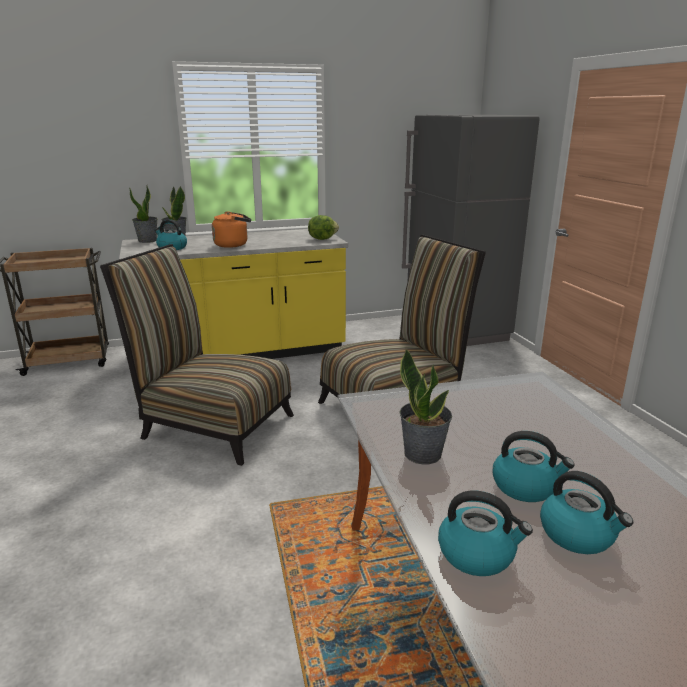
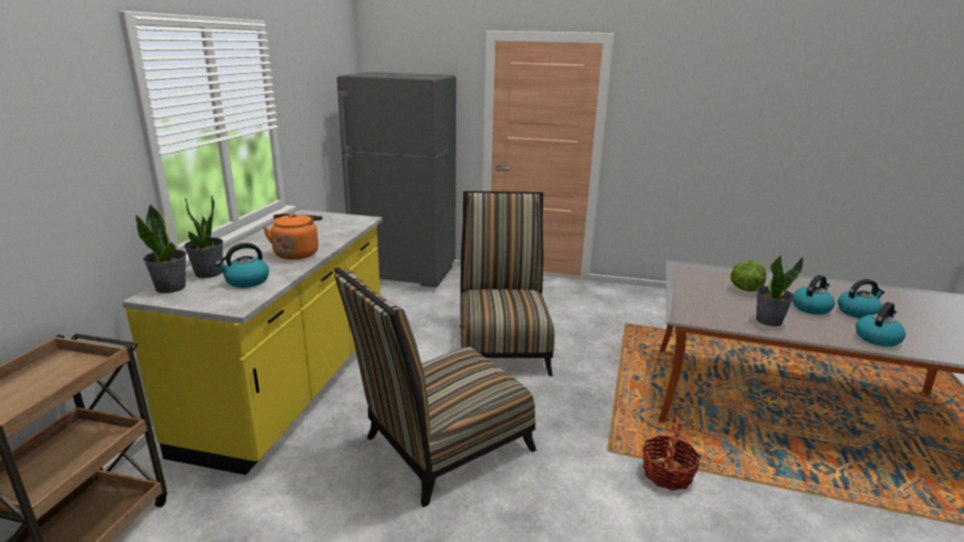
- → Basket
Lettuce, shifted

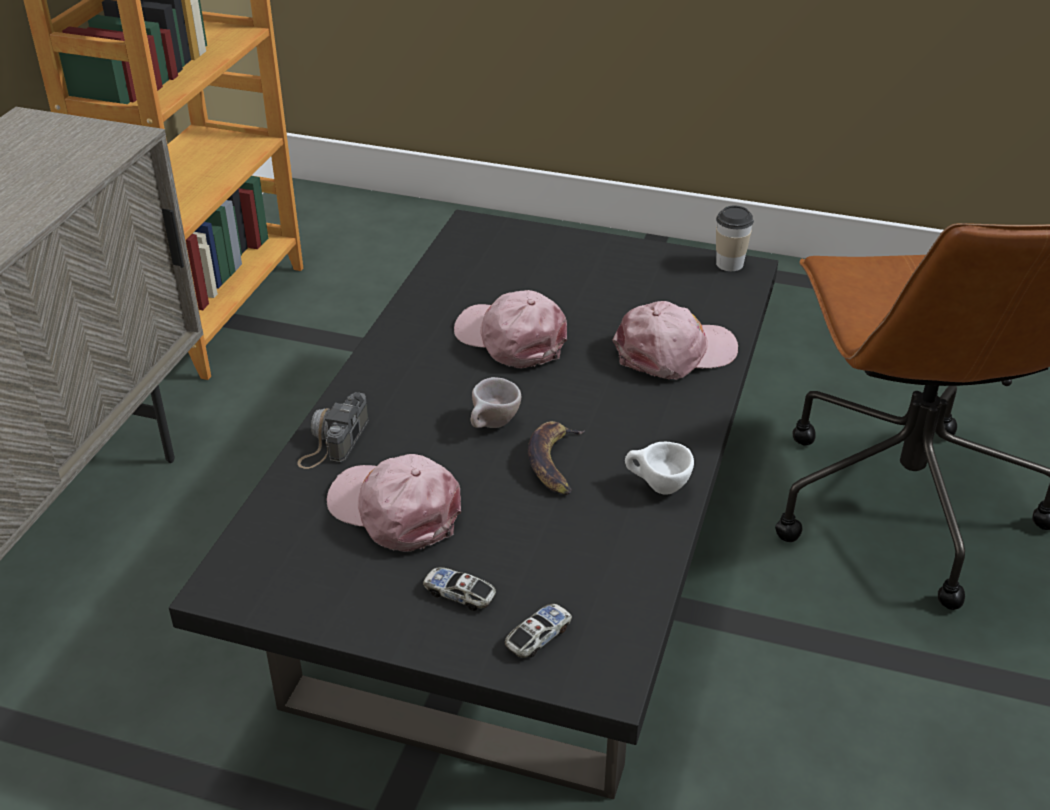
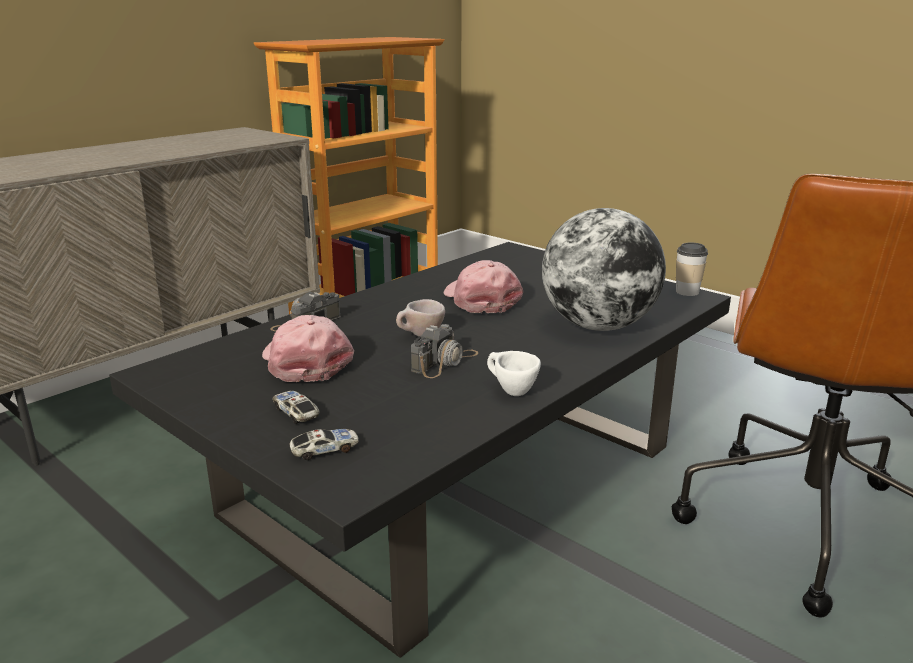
Banana → StillCamera (no. 2 from left)
PinkBaseballCap (no. 3 from left) → Globe

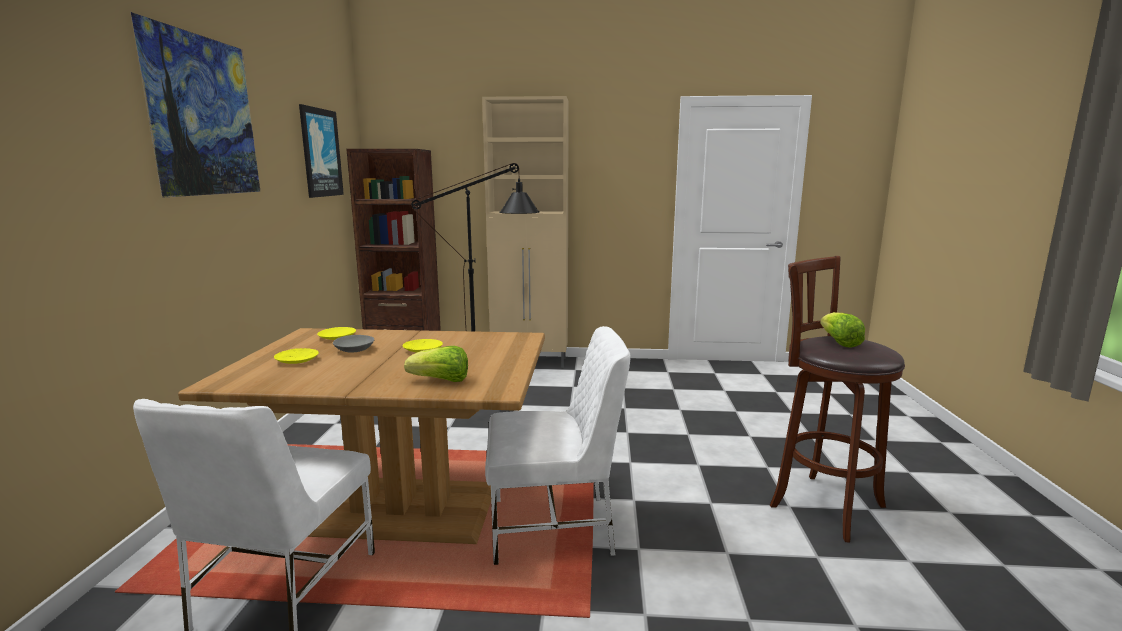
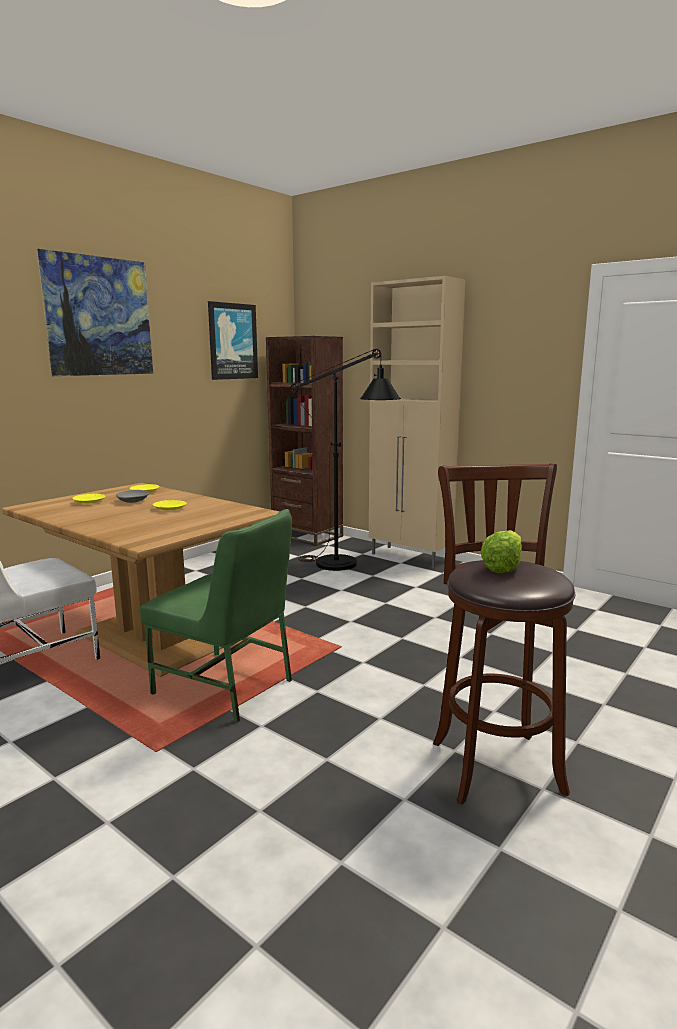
Lettuce (no. 1 from left) → -
WhiteColouredUprightChair (no. 2 from left) → GreenUprightChair

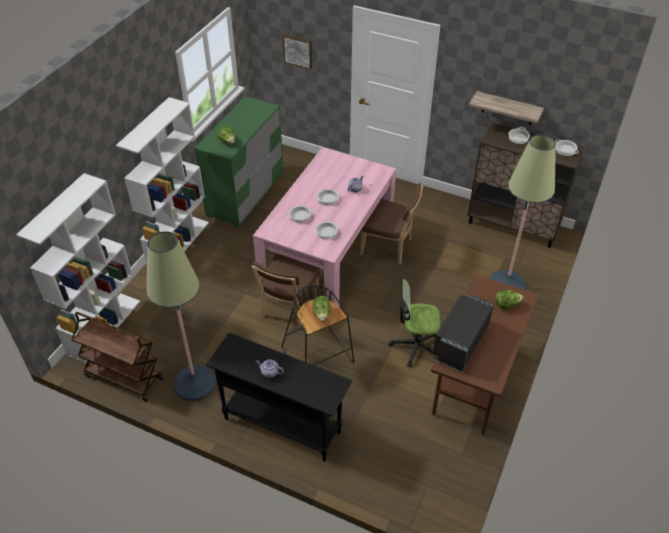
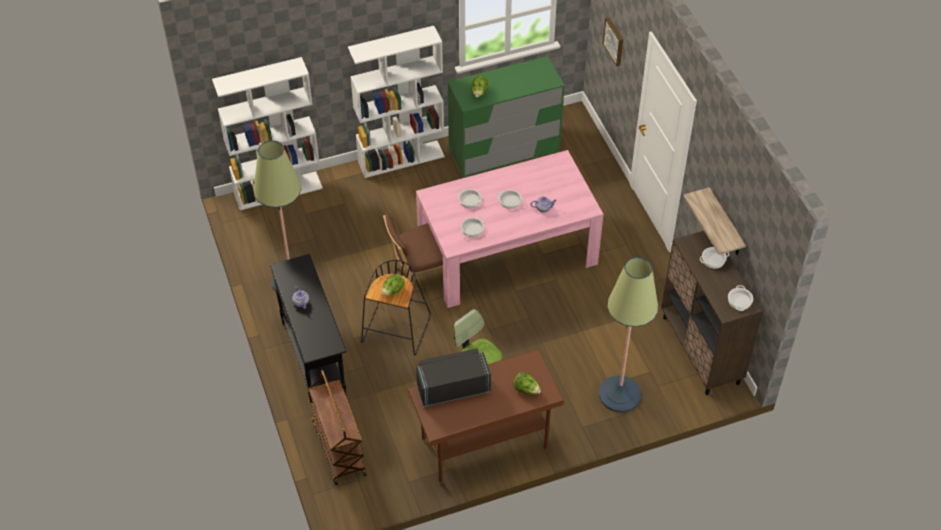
BrownishUprightChair (no. 2 from left) → -
BrownishWheeledCart, shifted

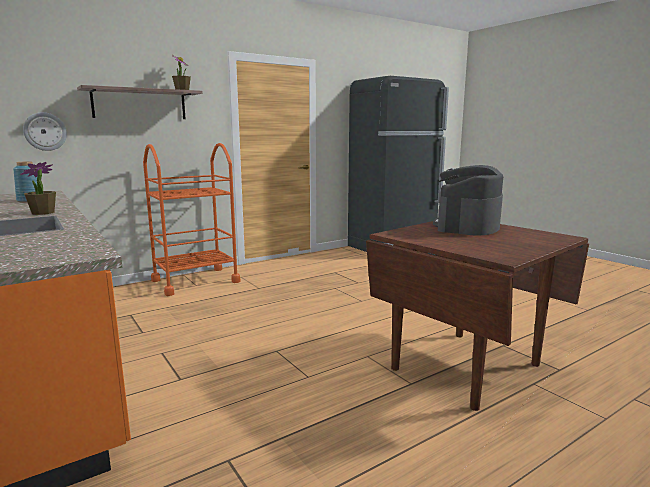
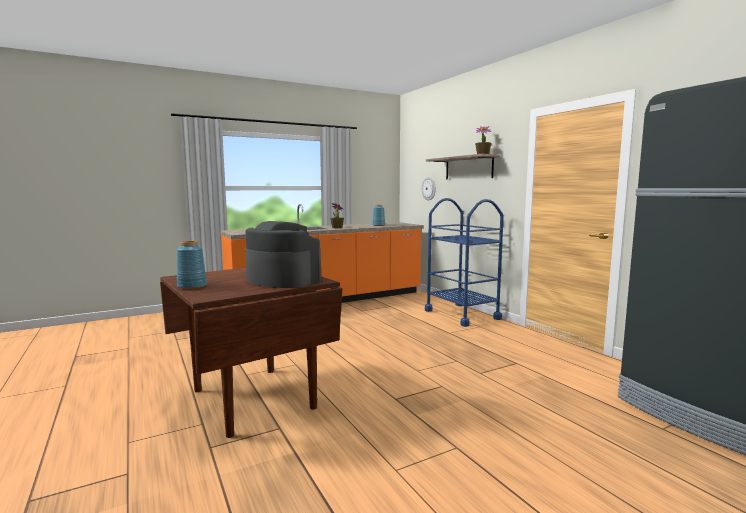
- → BlueVase (no. 1 from left)
OrangeColouredWheeledCart → BlueWheeledCart

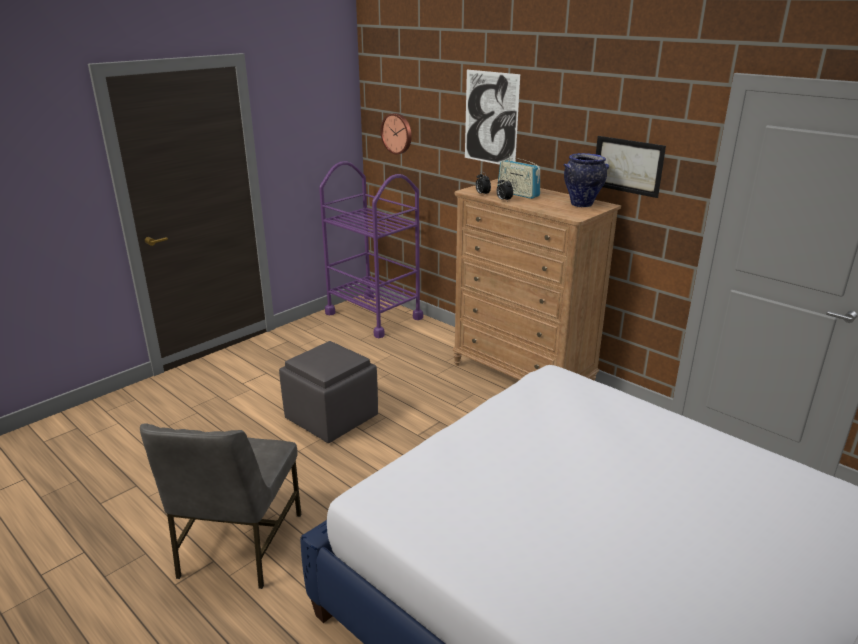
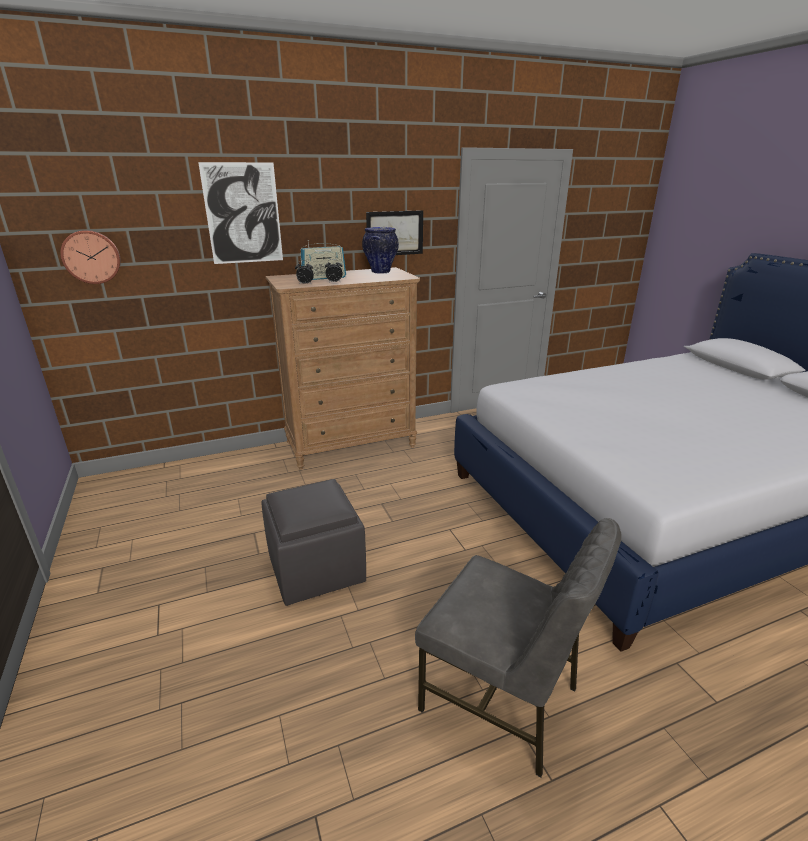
PurplishWheeledCart → -

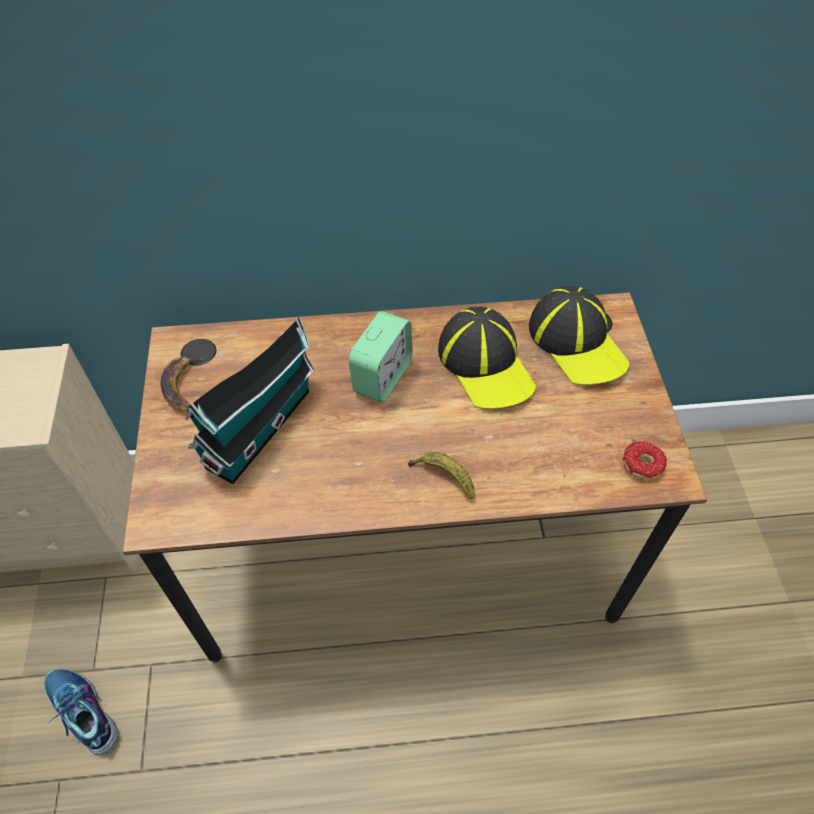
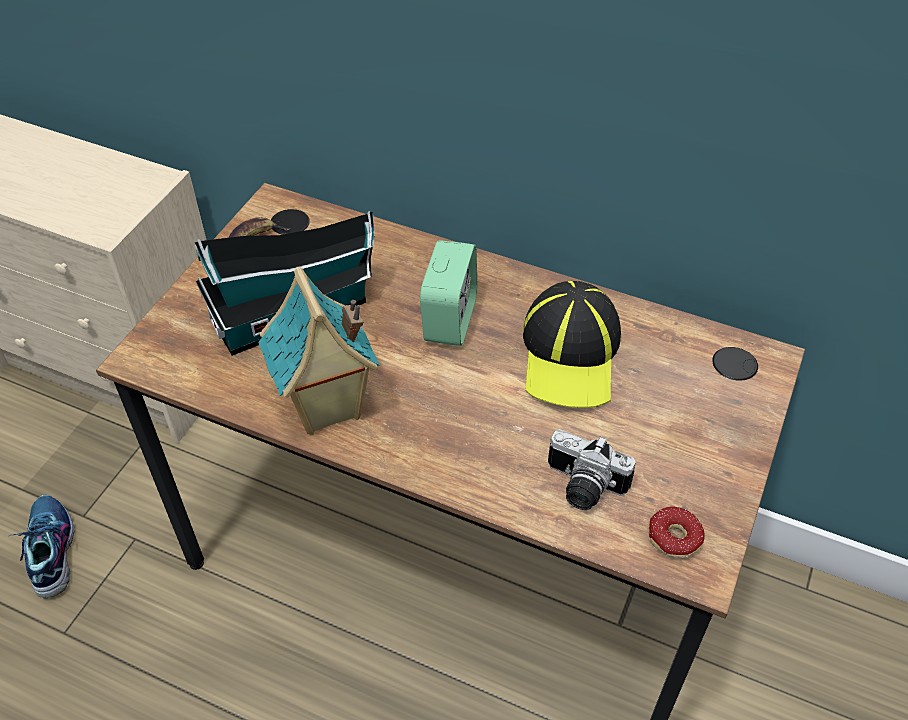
Banana (no. 2 from left) → -
BaseballCap (no. 2 from left) → -
- → ModelHouse (no. 2 from left)
- → StillCamera
AlarmClock, 45 degrees counterclockwise

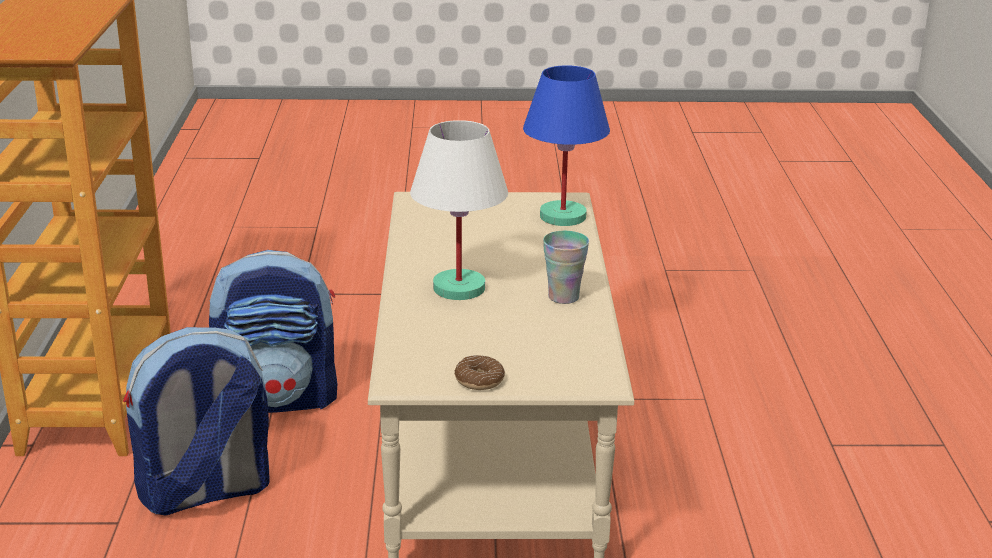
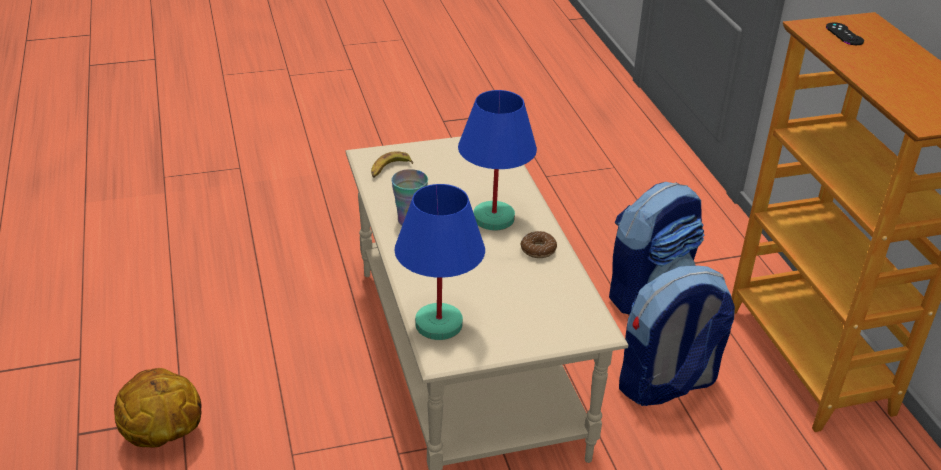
- → Basketball
- → Banana
- → BlackishGameController
RingDoughnut, shifted
WhiteColouredLampForATable → BlueLampForATable (no. 2 from left)

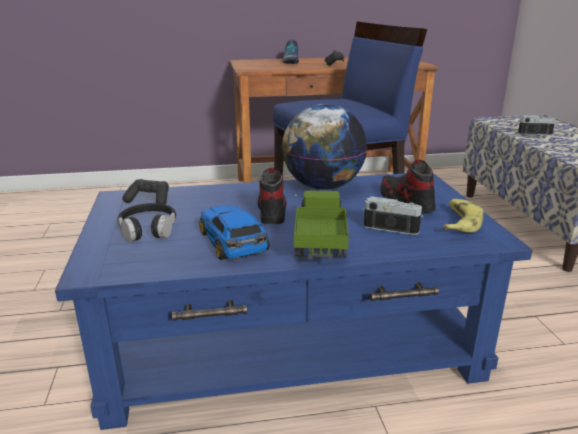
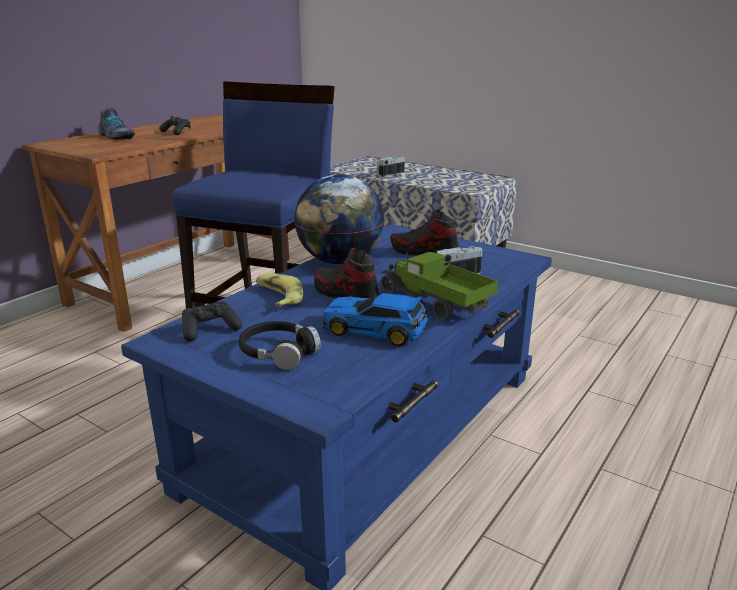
Banana, shifted

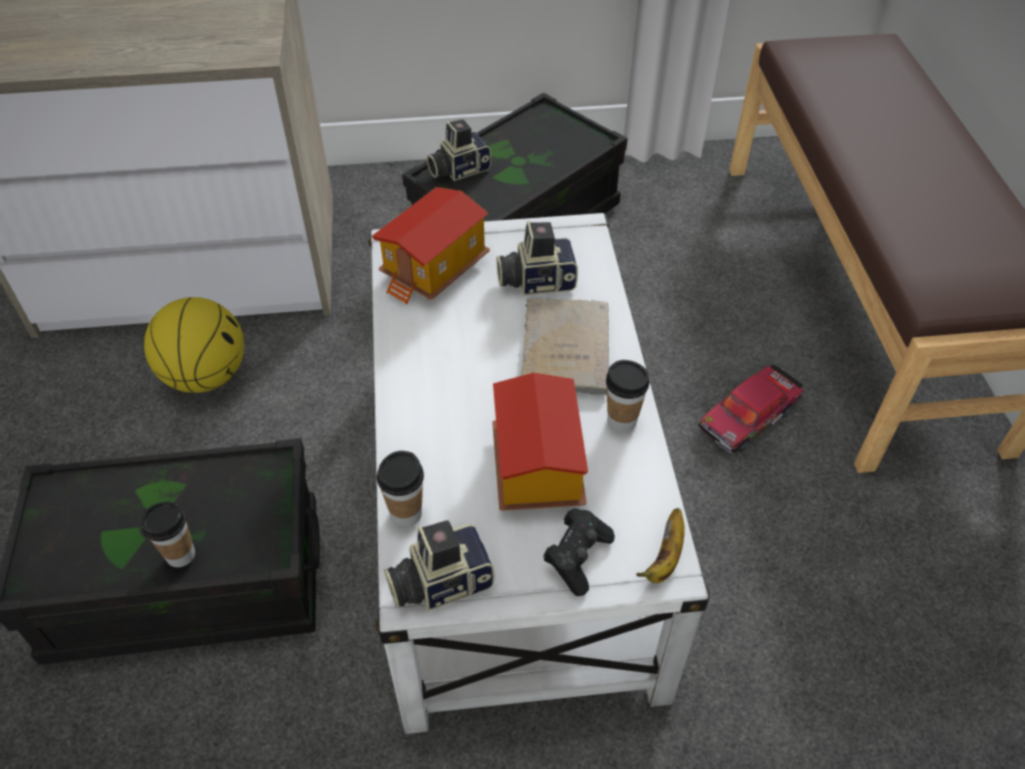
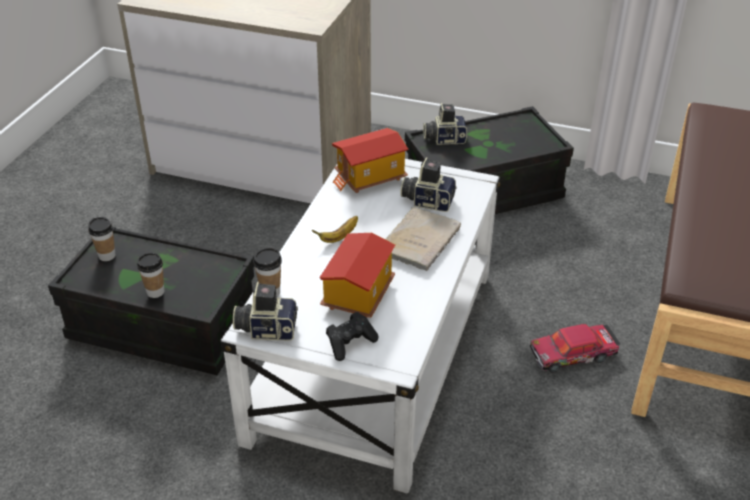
Basketball → -
DrinkingCup (no. 3 from left in the first image) → DrinkingCup (no. 1 from left), shifted
Banana, shifted

